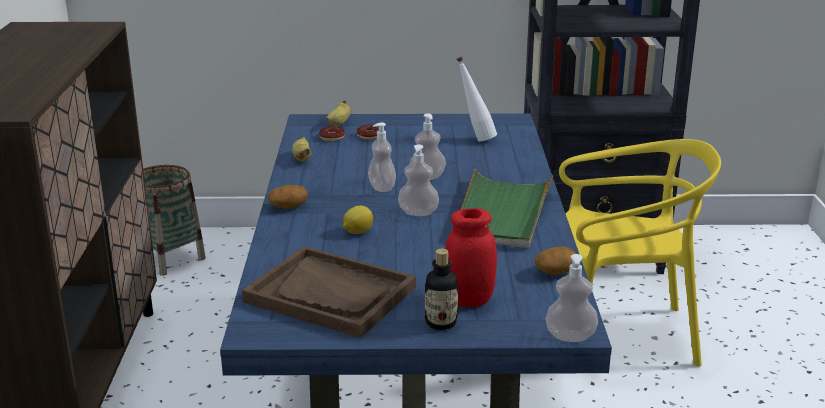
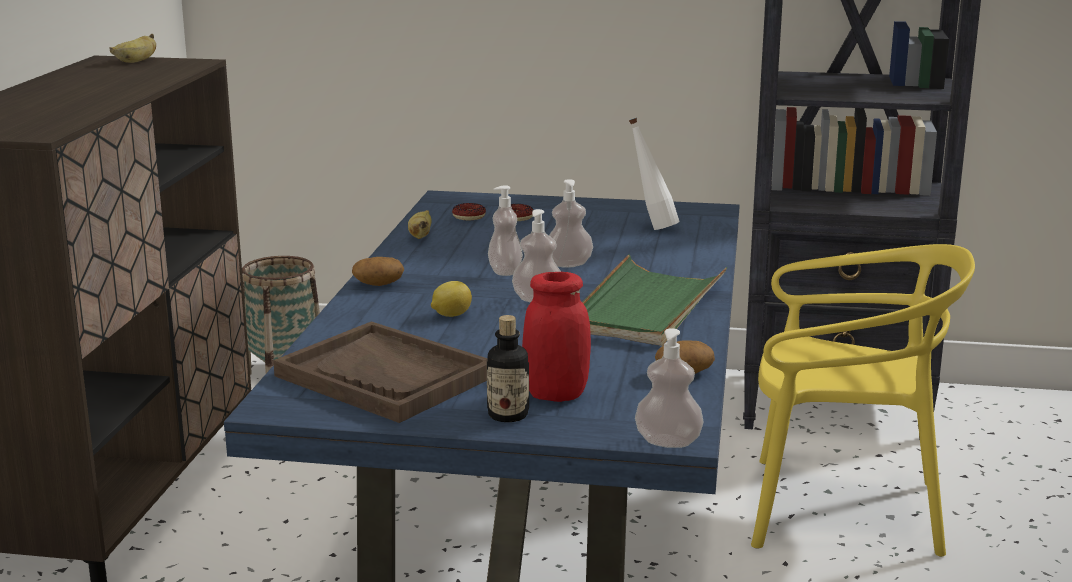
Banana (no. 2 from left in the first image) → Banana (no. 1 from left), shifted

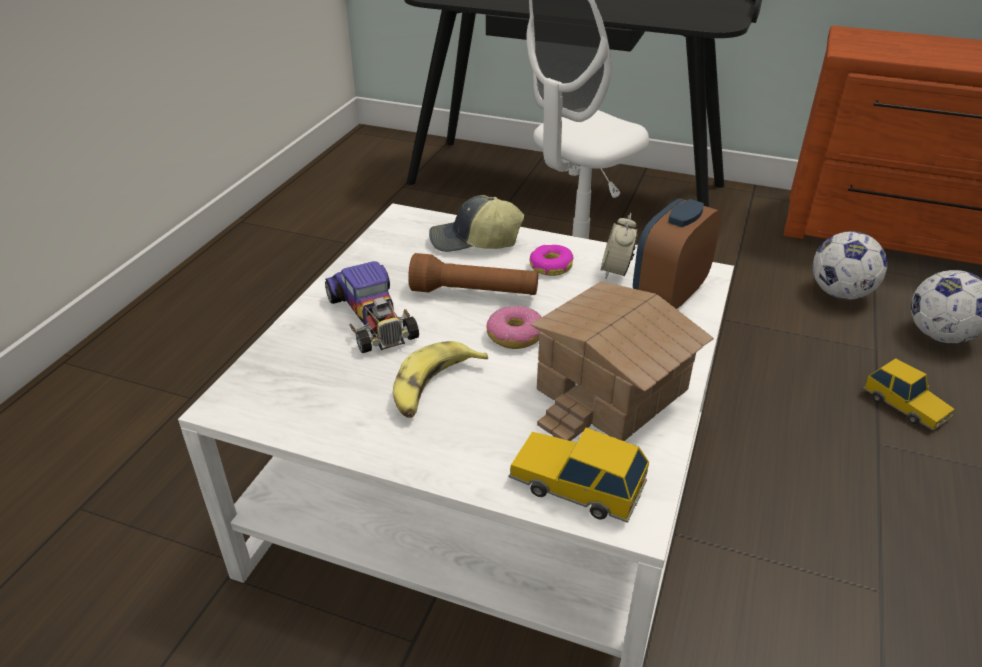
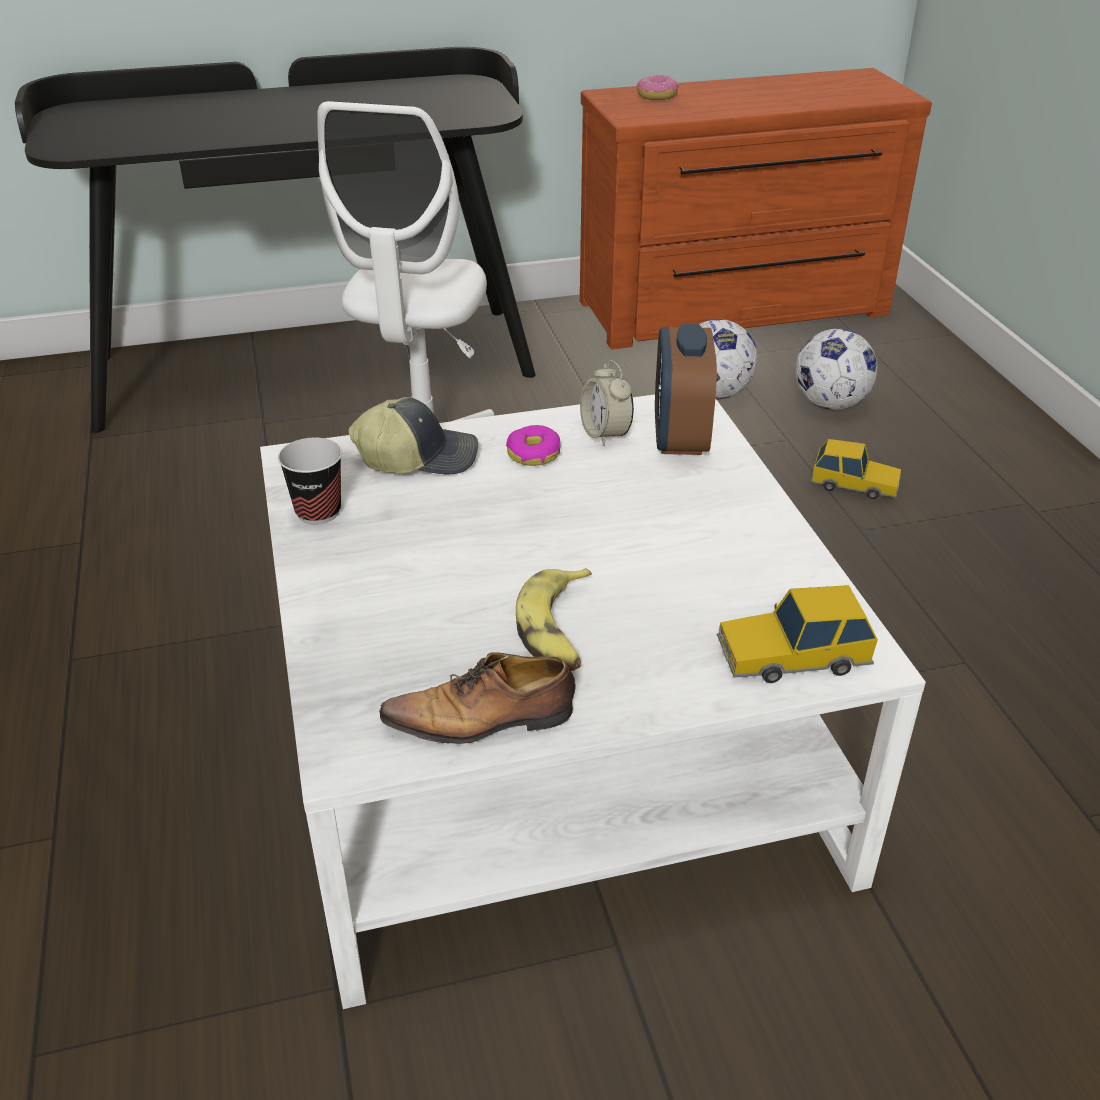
ToyCar (no. 1 from left) → -
BrownishTorch → -
ModelHouse → -
- → DrinkingCup
- → LowShoe
RingDoughnut (no. 1 from left in the first image) → RingDoughnut (no. 2 from left), shifted
BaseballCap, 150 degrees counterclockwise

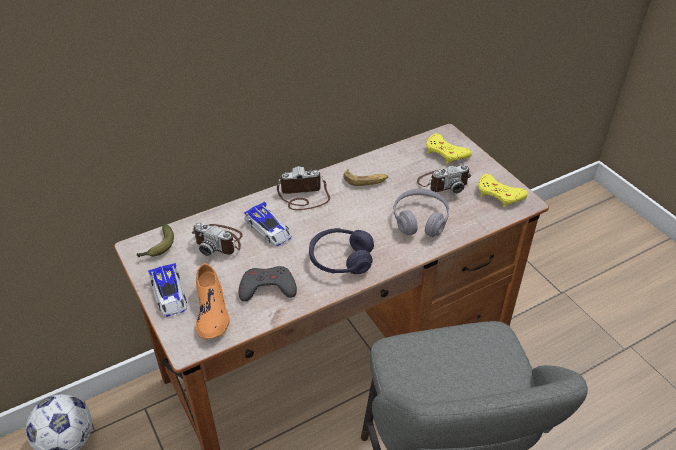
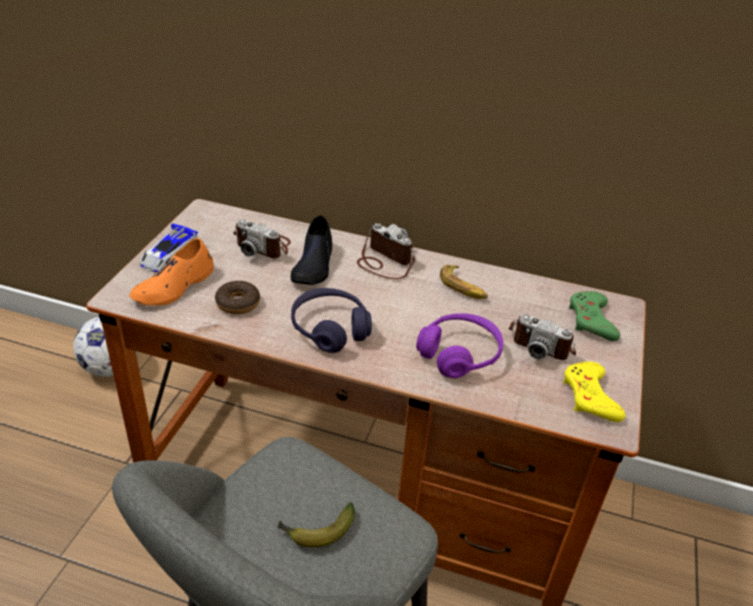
Banana (no. 1 from left), shifted
GreyishGameController → RingDoughnut
ToyCar (no. 2 from left) → BlackishLowShoe
GreyishHeadset → PurplishHeadset (no. 2 from left)
YellowishGameController (no. 1 from left) → GreenGameController
StillCamera (no. 1 from left), 45 degrees counterclockwise

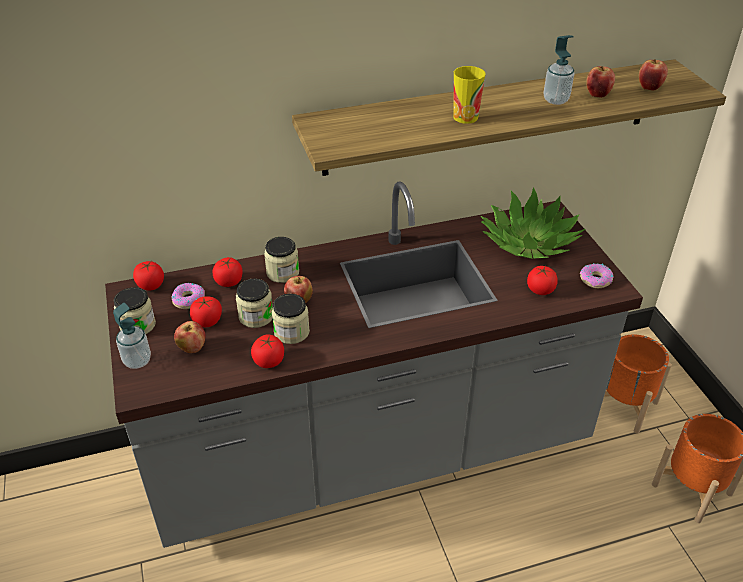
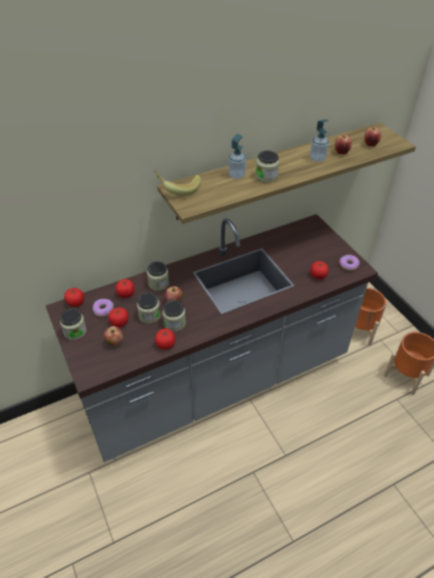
Houseplant → -
- → Banana
SoapBottle (no. 1 from left), shifted
DrinkingCup → PreserveJar (no. 5 from left)

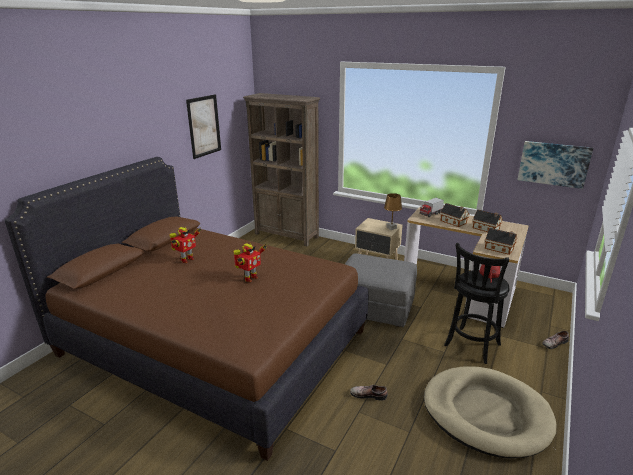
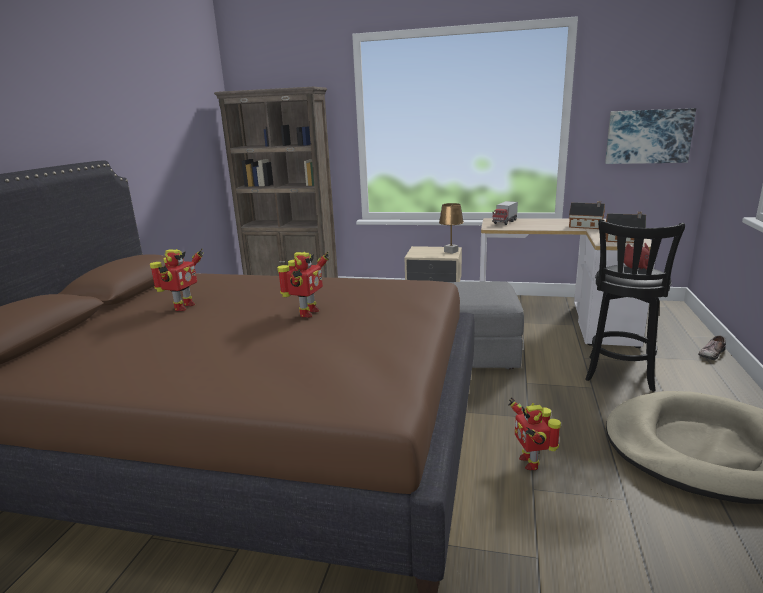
WallPicture (no. 1 from left) → -
ModelHouse (no. 1 from left) → -
LowShoe (no. 1 from left) → RobotFigure (no. 3 from left)

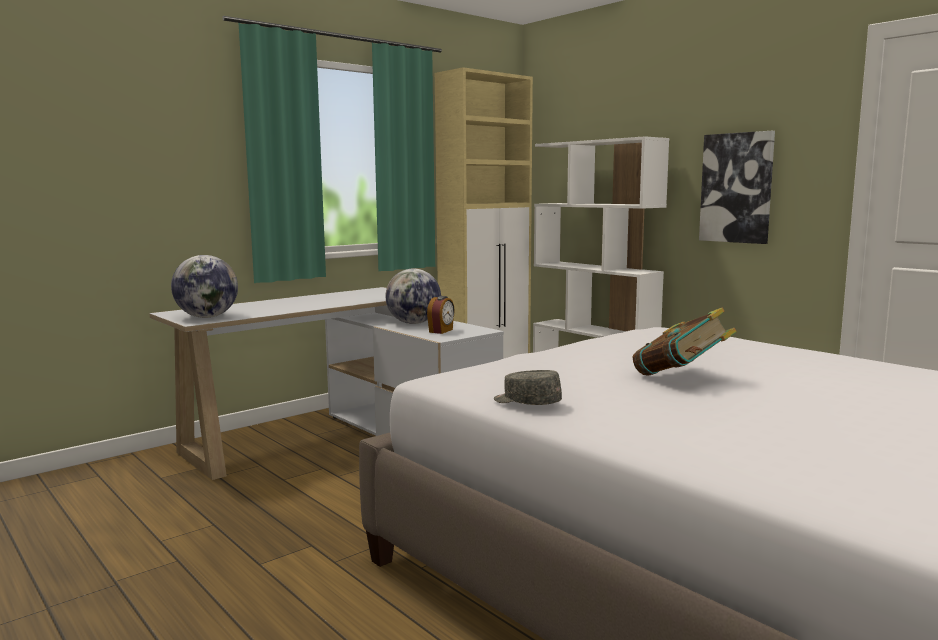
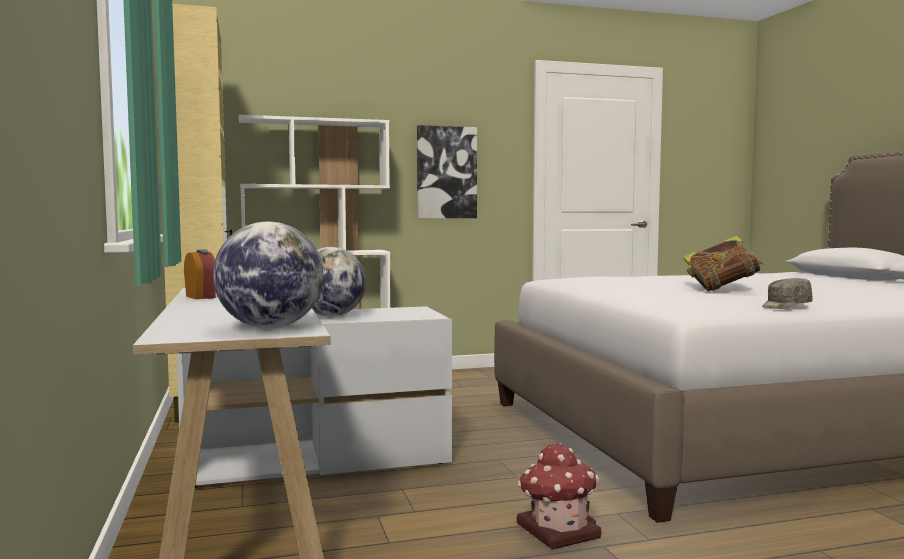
- → ModelHouse
AlarmClock, shifted

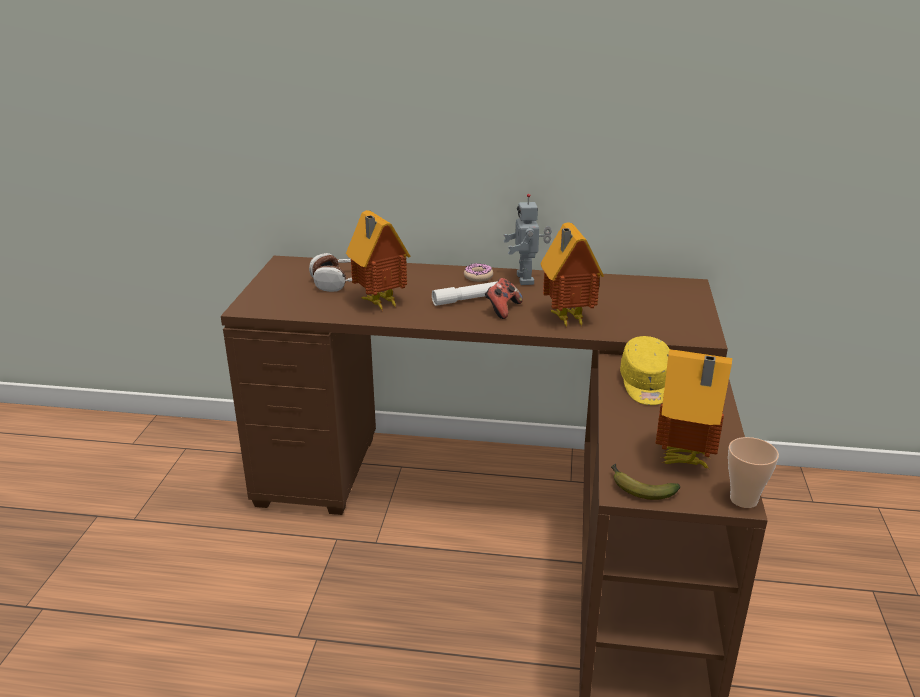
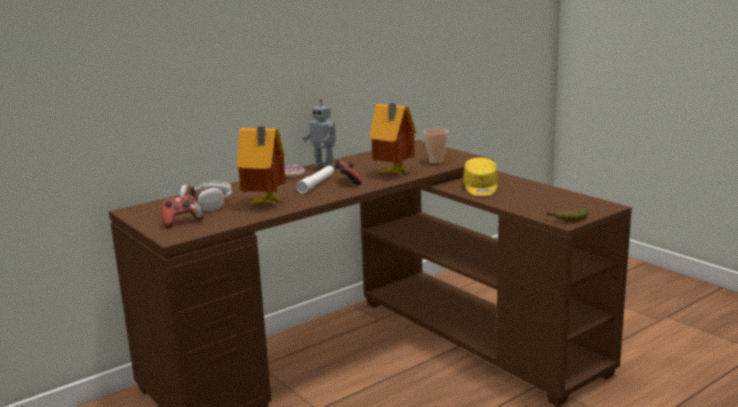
ModelHouse (no. 3 from left) → -
- → GameController (no. 1 from left)
DrinkingCup, shifted
YellowishBaseballCap, 45 degrees clockwise

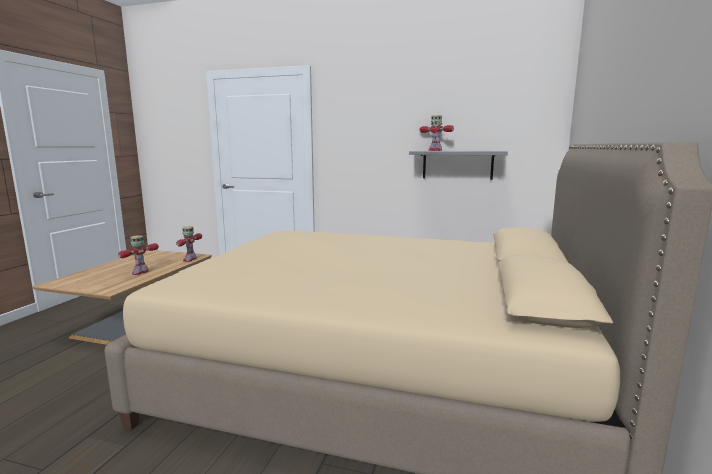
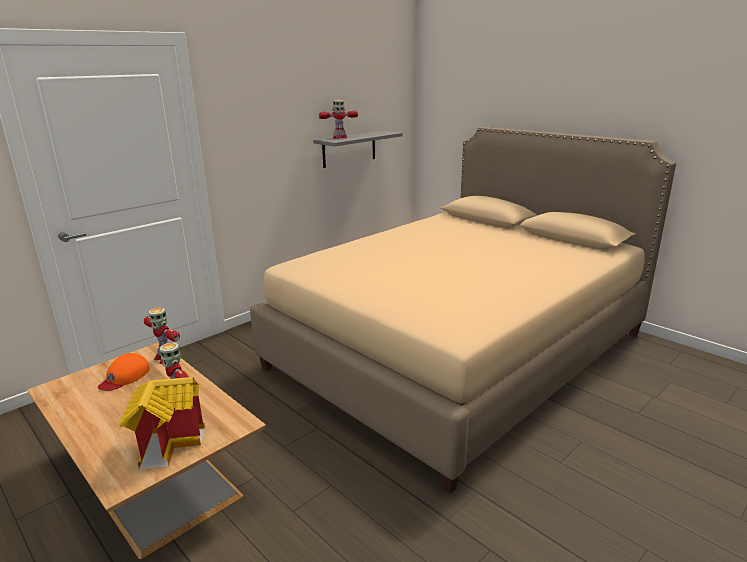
- → OrangeColouredBaseballCap
- → ModelHouse

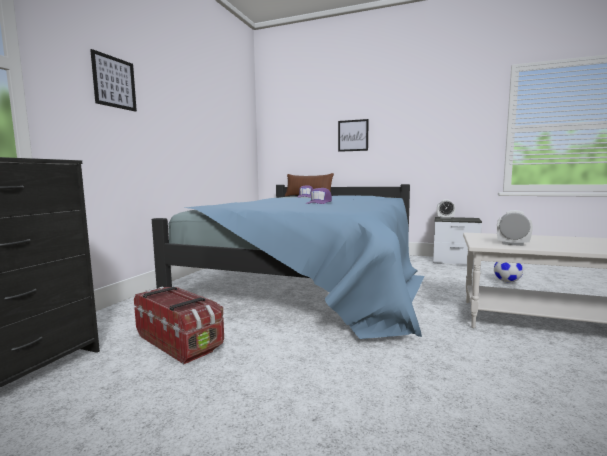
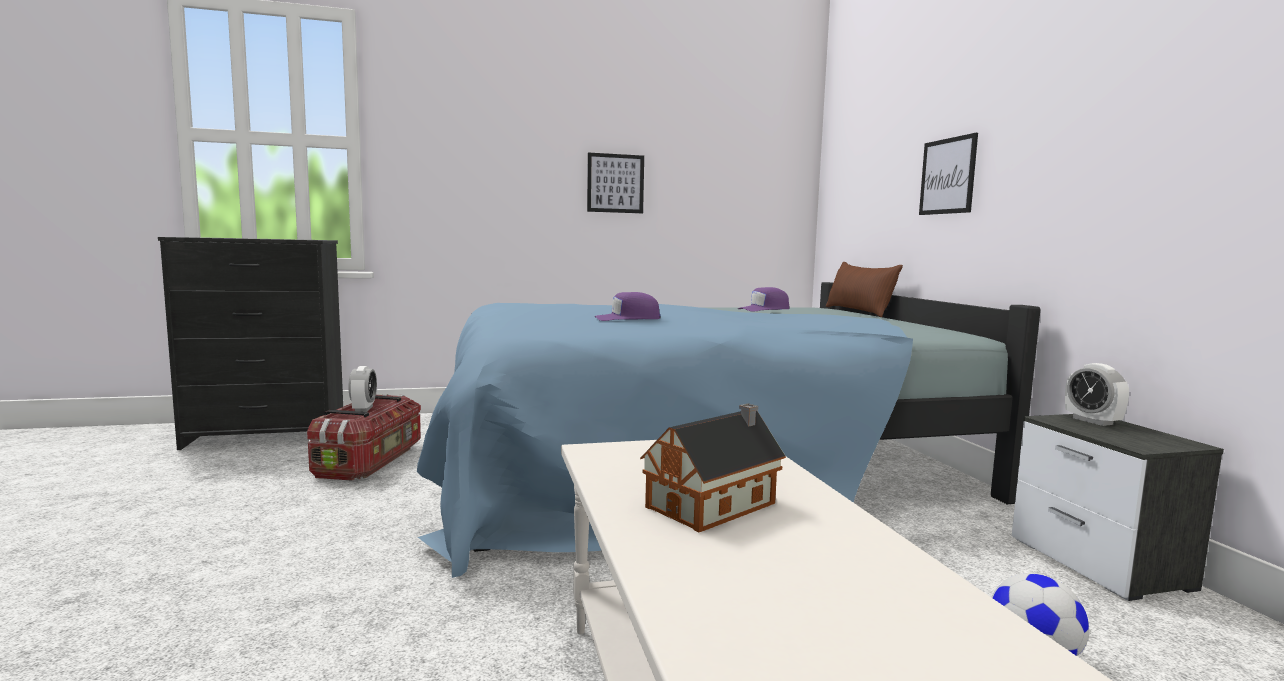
- → ModelHouse
WallPicture (no. 1 from left), shifted
AlarmClock (no. 2 from left in the first image) → AlarmClock (no. 1 from left), shifted

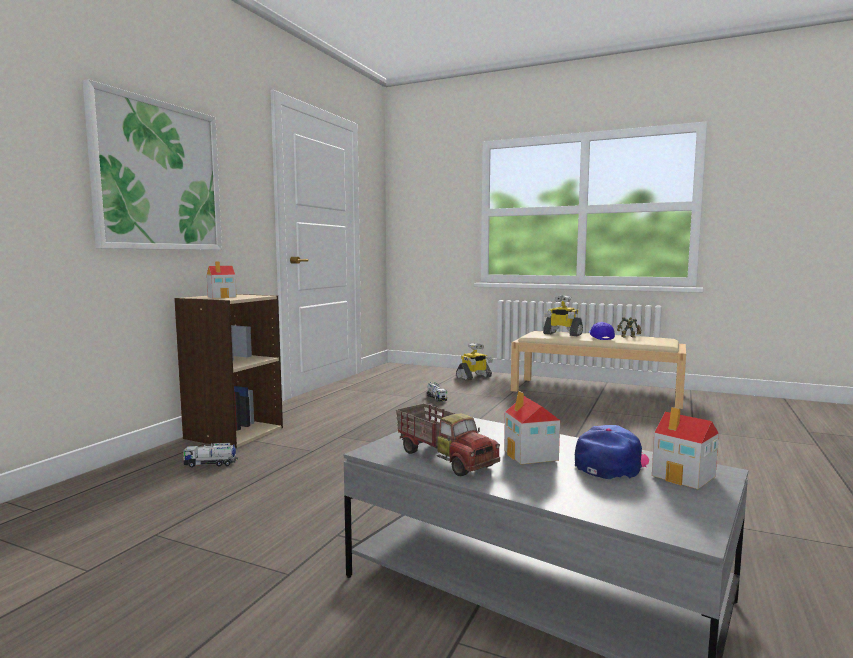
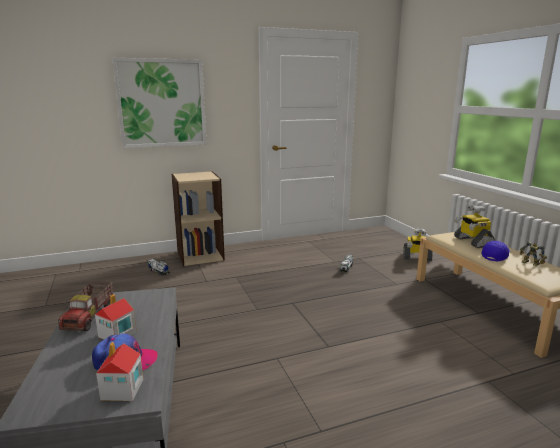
ModelHouse (no. 1 from left) → -

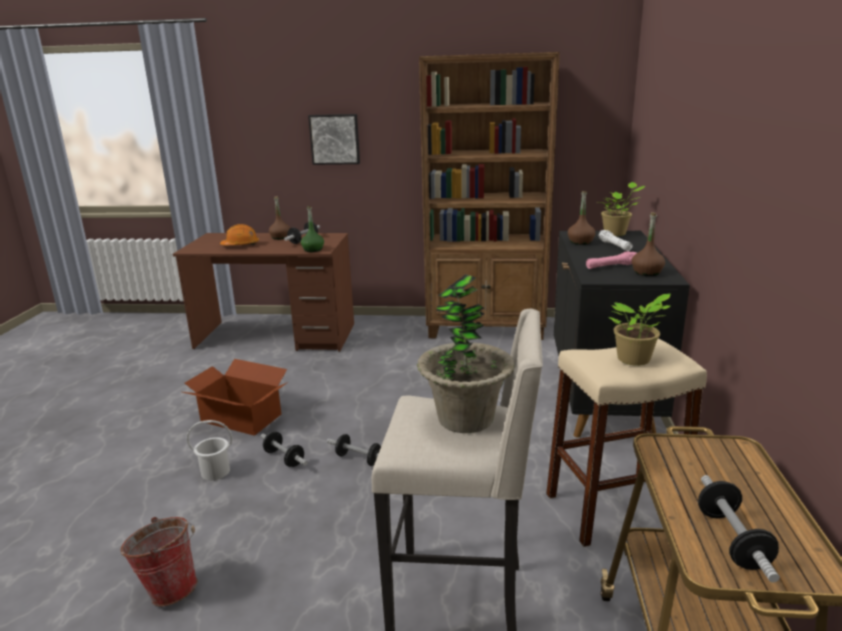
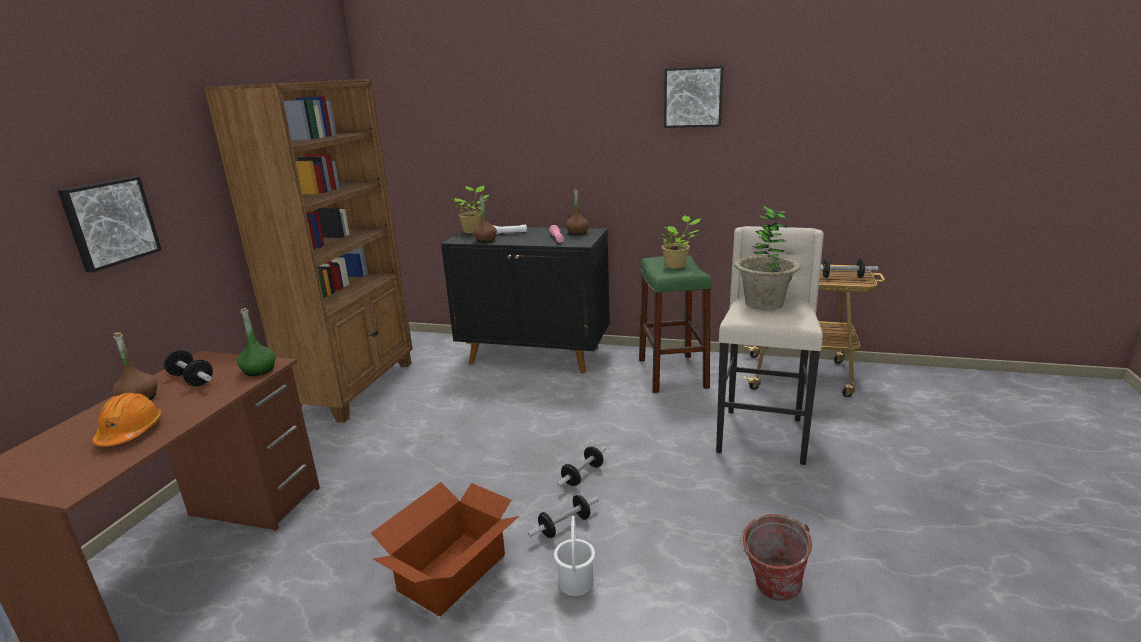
- → WallPicture (no. 2 from left)
BeigeColouredStool (no. 2 from left) → GreenStool

